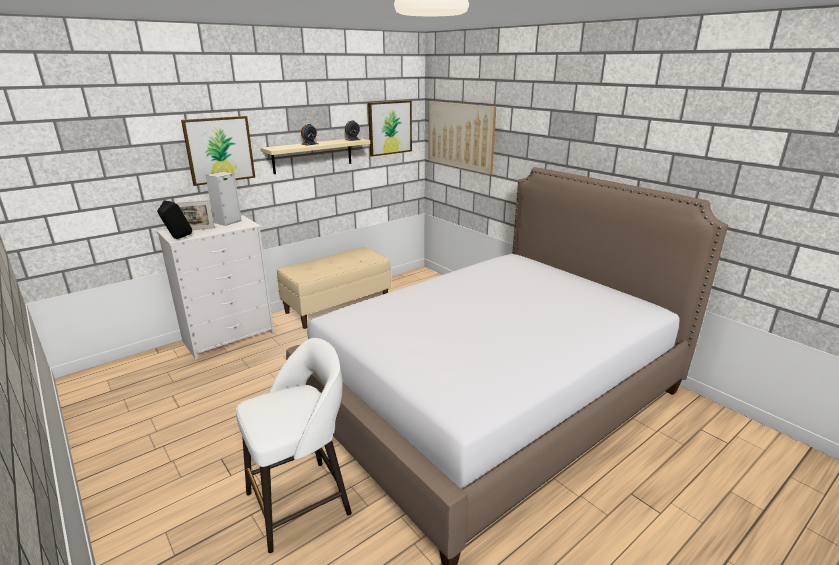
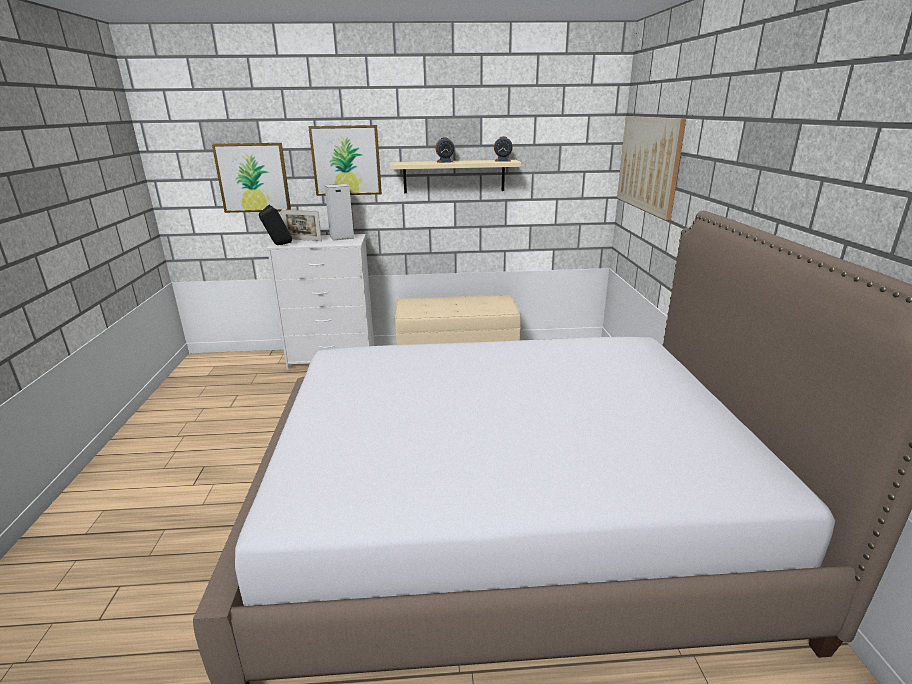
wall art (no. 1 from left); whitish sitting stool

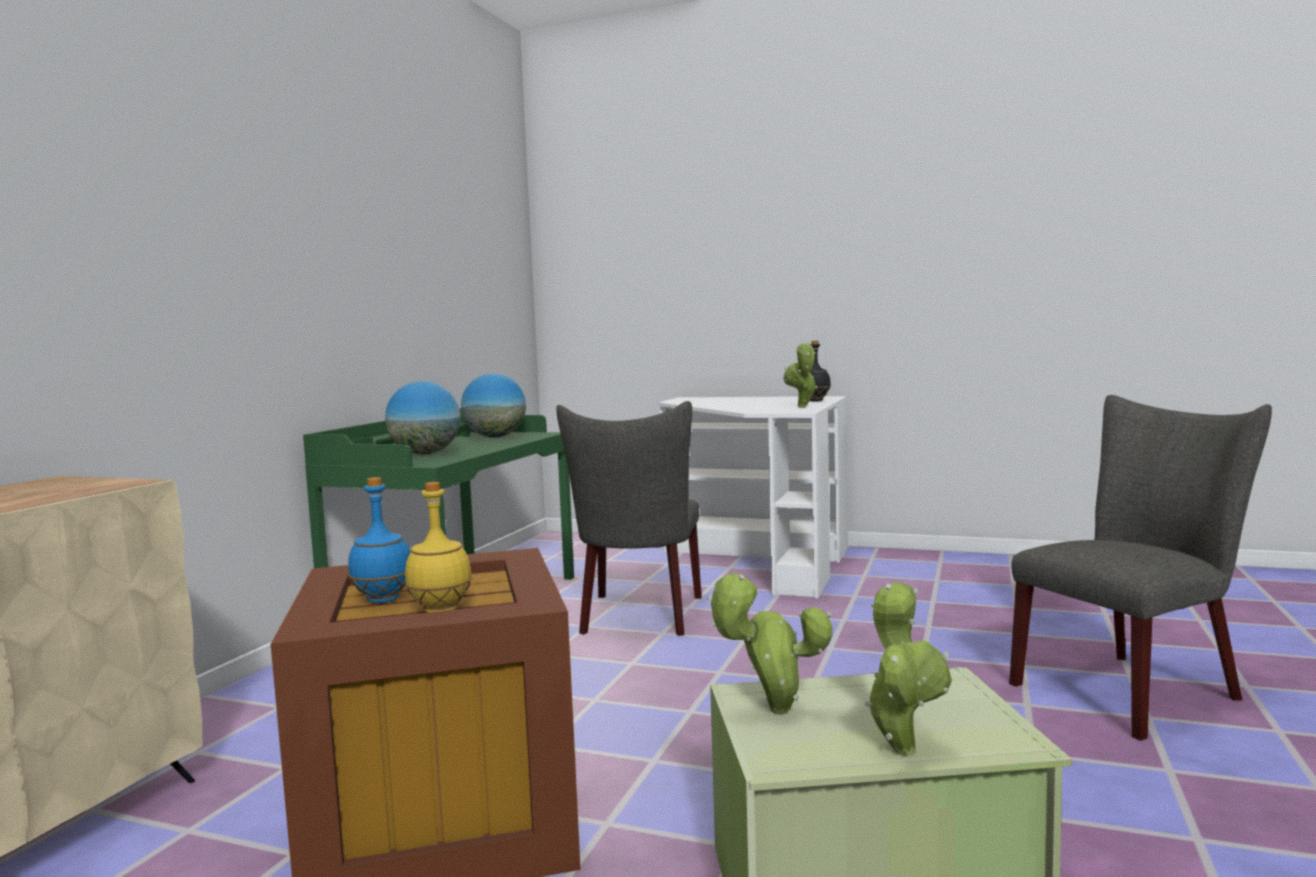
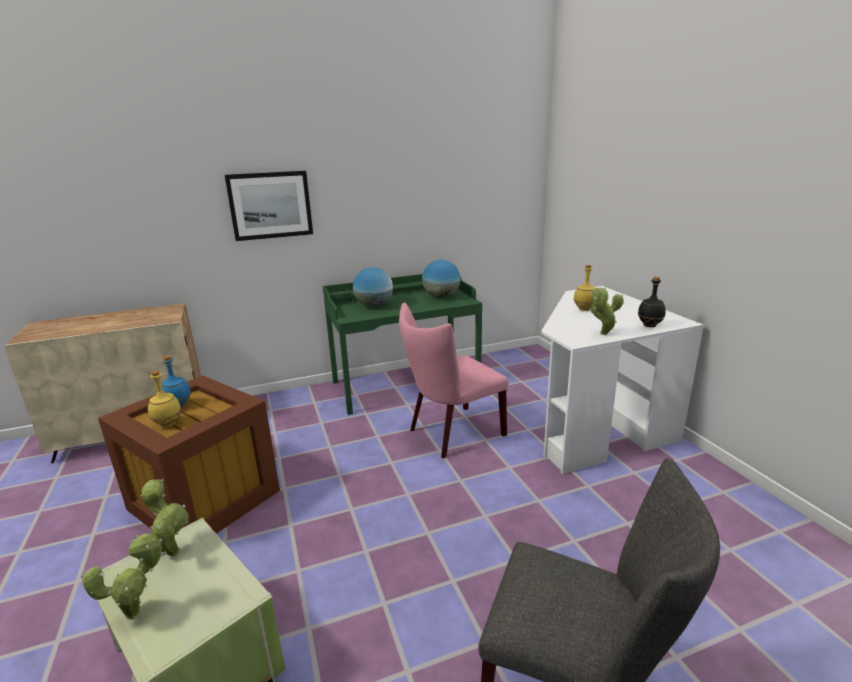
wall art; pinkish upright chair; yellowish drink bottle (no. 2 from left)

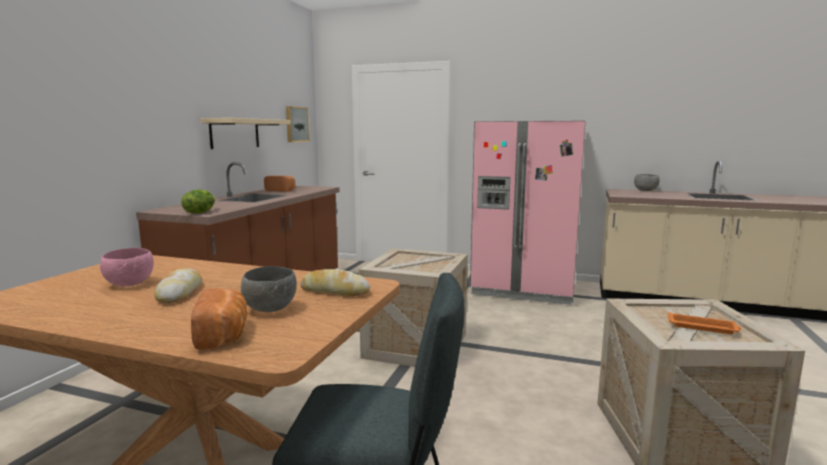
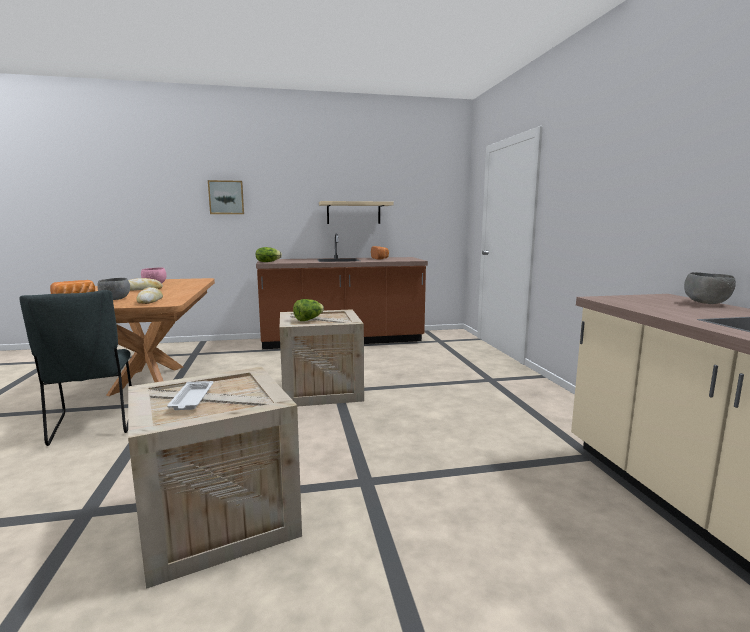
whitish carrying tray; wall art; head of lettuce (no. 2 from left); pinkish kitchen fridge

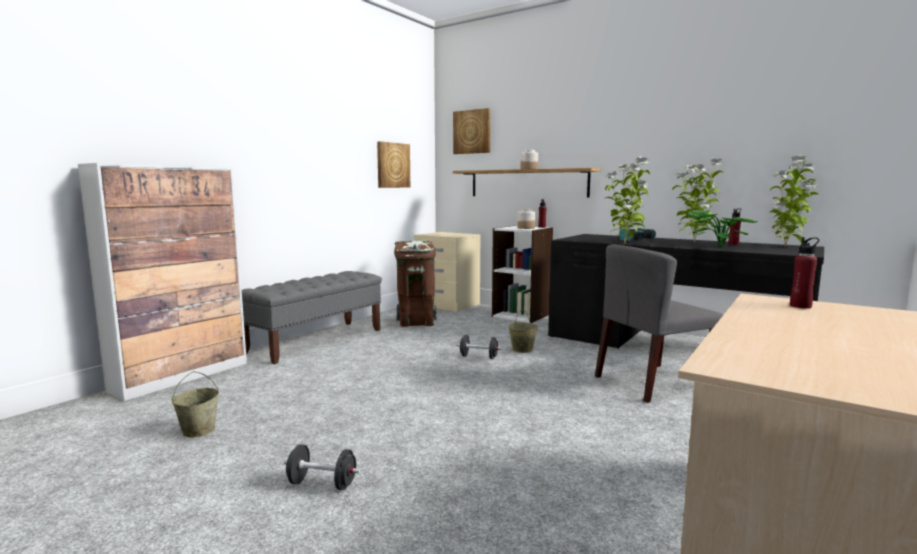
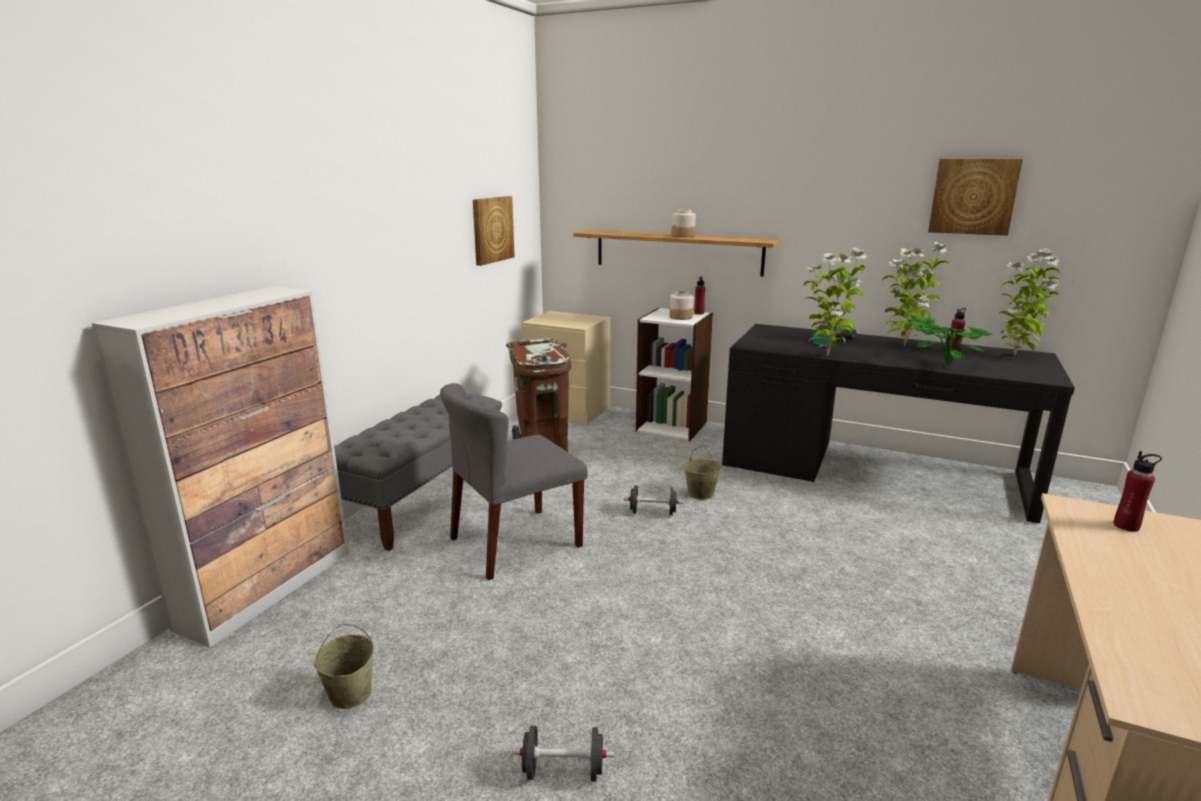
grey upright chair; wall art (no. 2 from left)

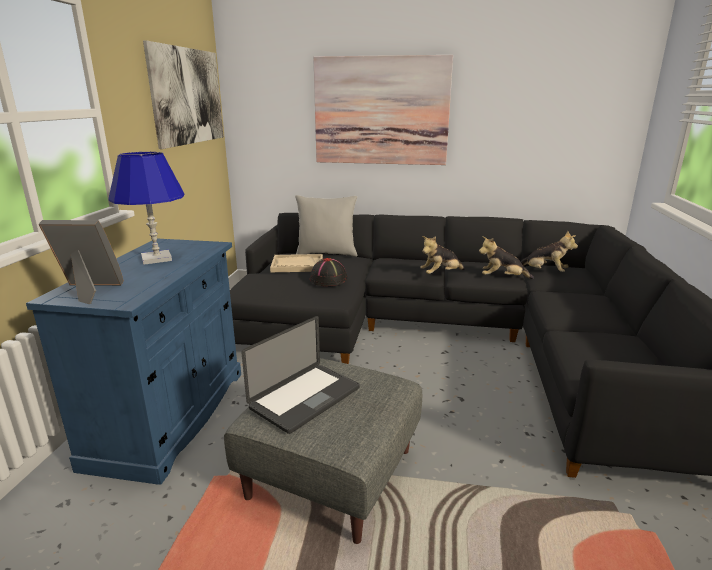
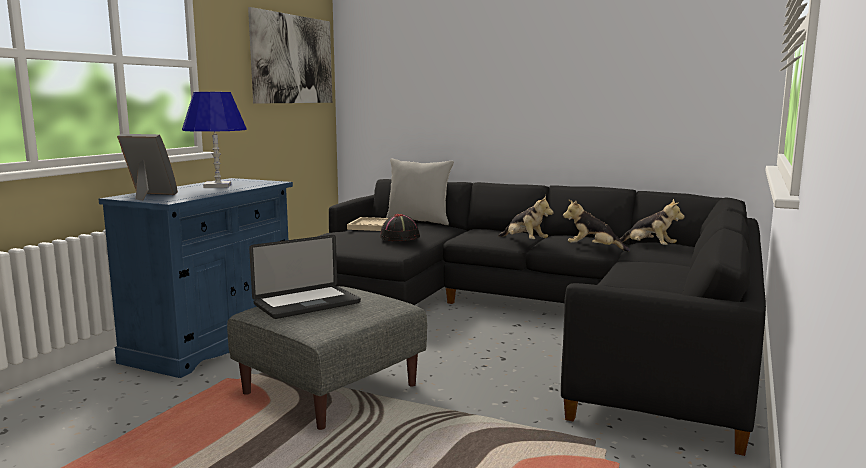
plush toy (no. 1 from left); wall art (no. 2 from left in the first image)

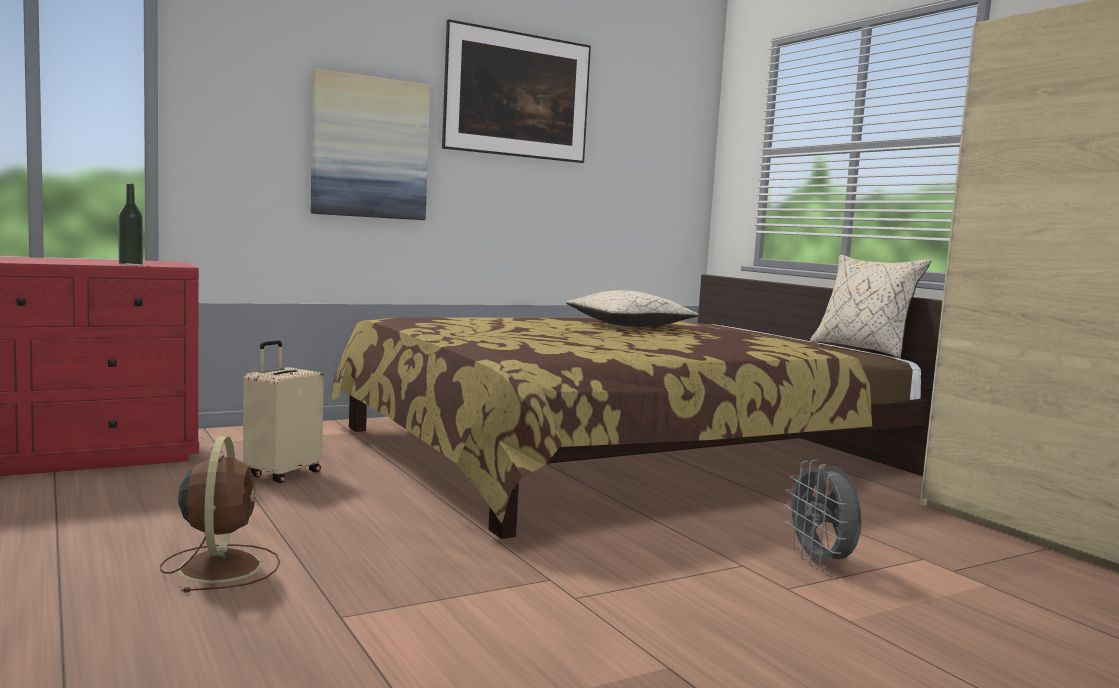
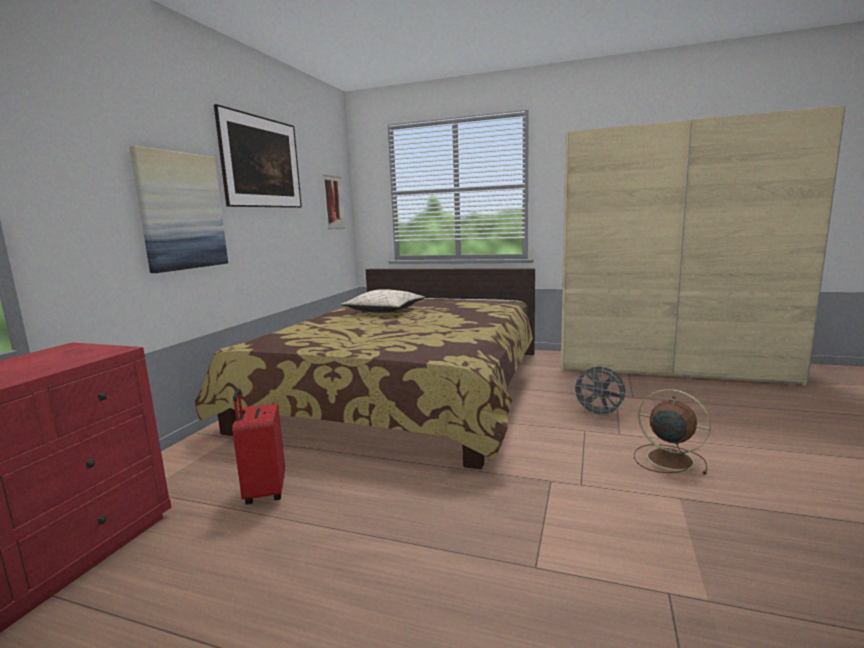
reddish travel case; wall art (no. 3 from left); brown cooling fan; drink bottle; beige cushion (no. 2 from left in the first image)

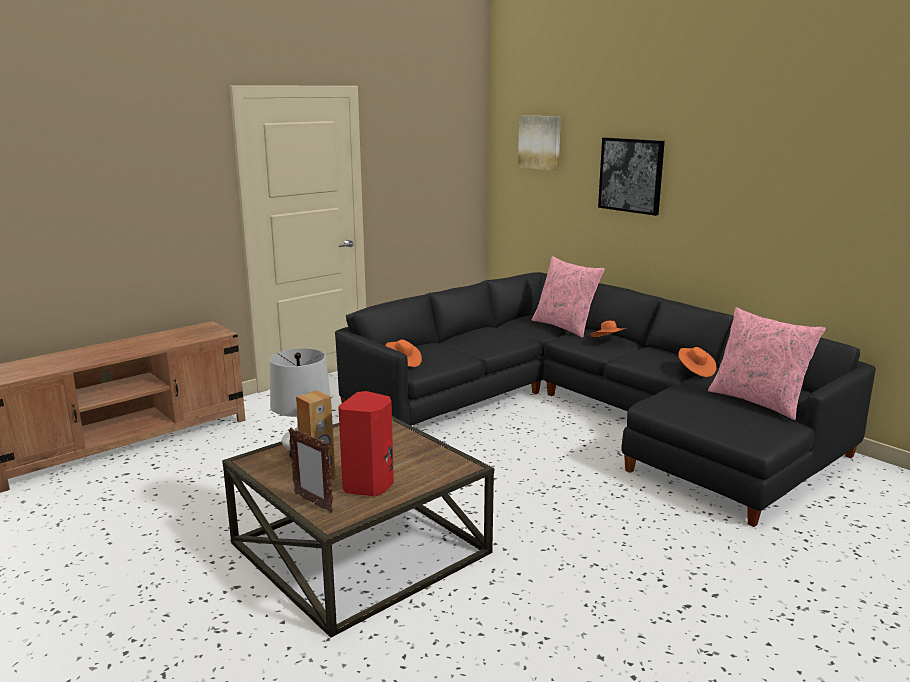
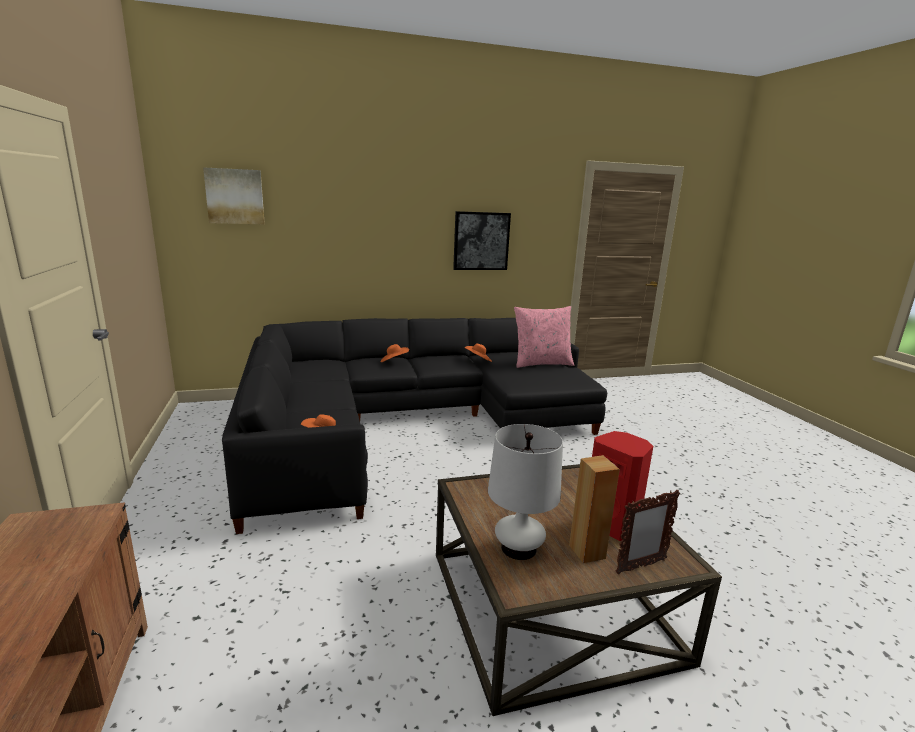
wall art (no. 2 from left); pinkish cushion (no. 1 from left in the first image)

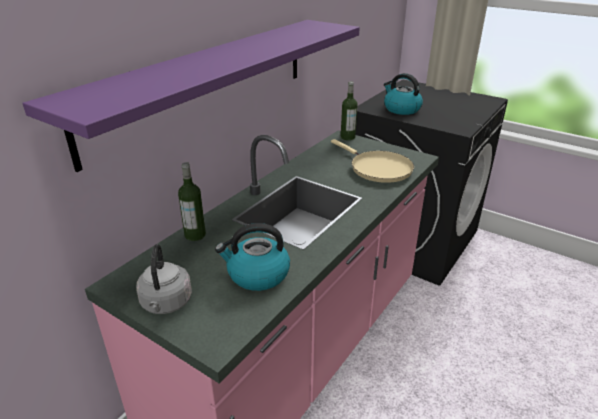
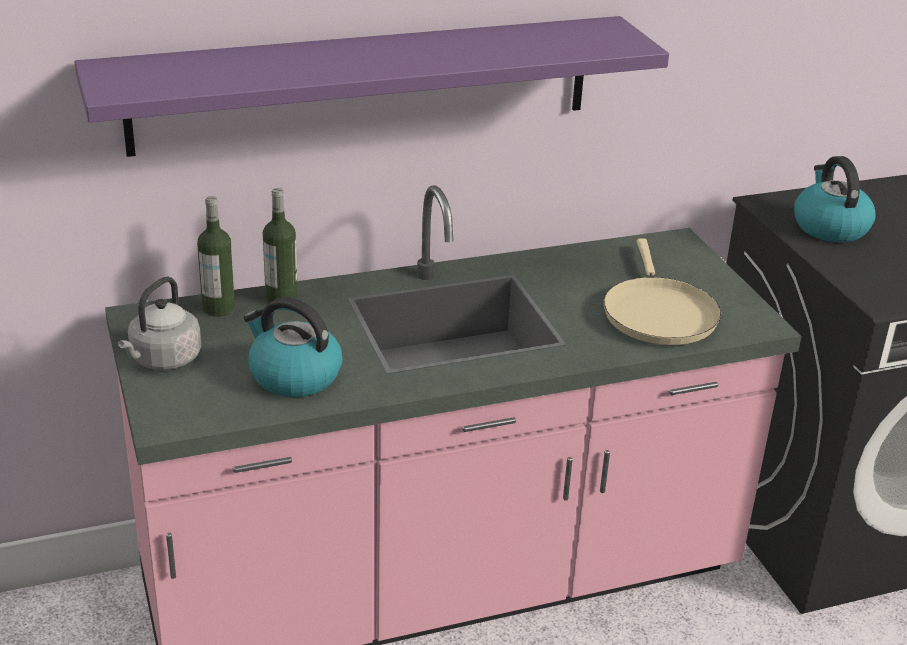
drink bottle (no. 1 from left)

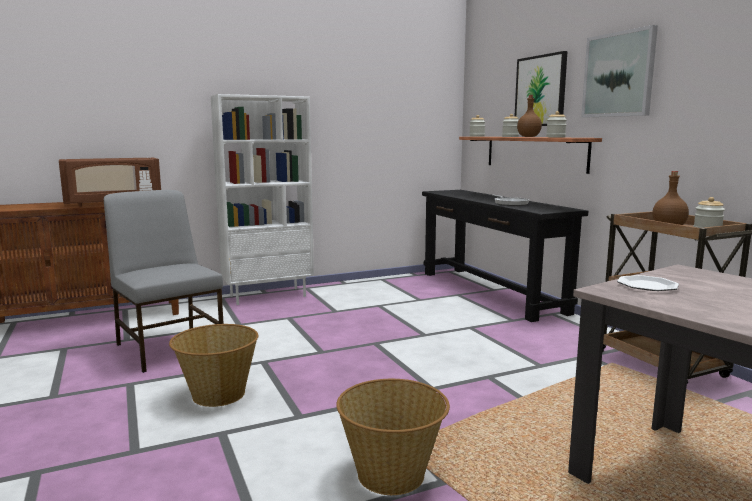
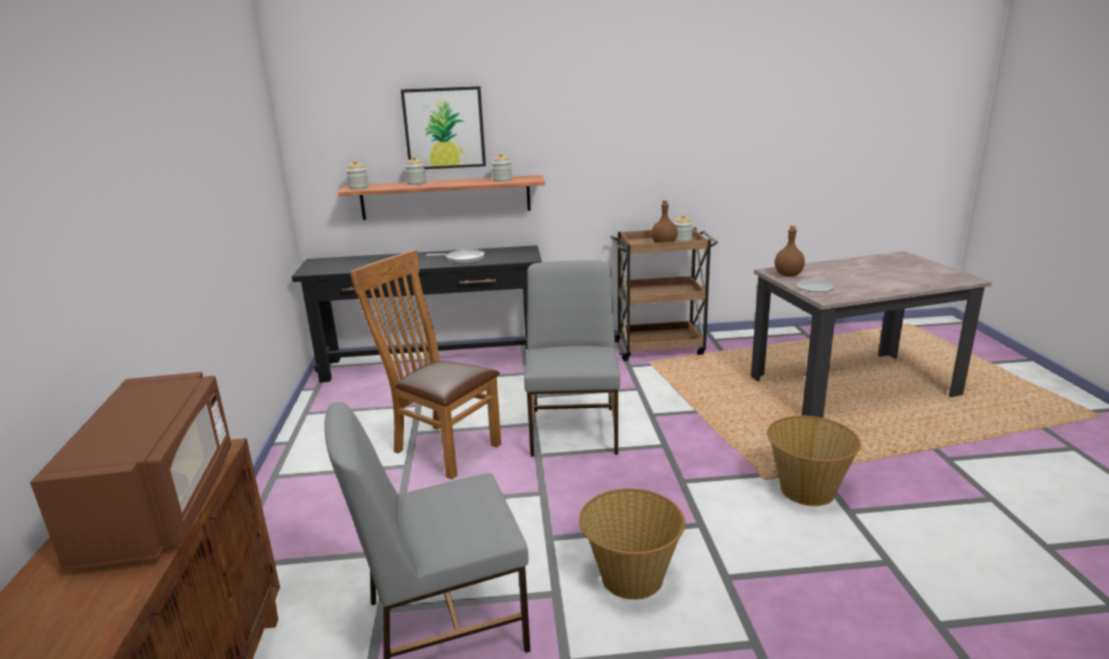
brown upright chair; grey upright chair (no. 2 from left); brown drink bottle (no. 2 from left); whitish bookshelf; wall art (no. 2 from left in the first image)

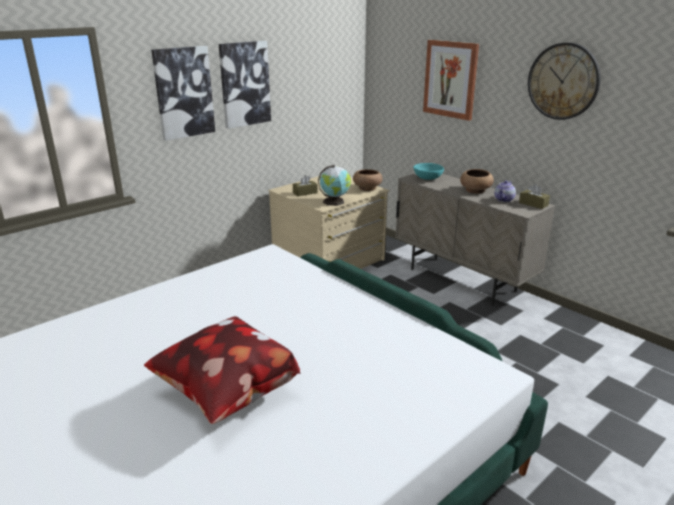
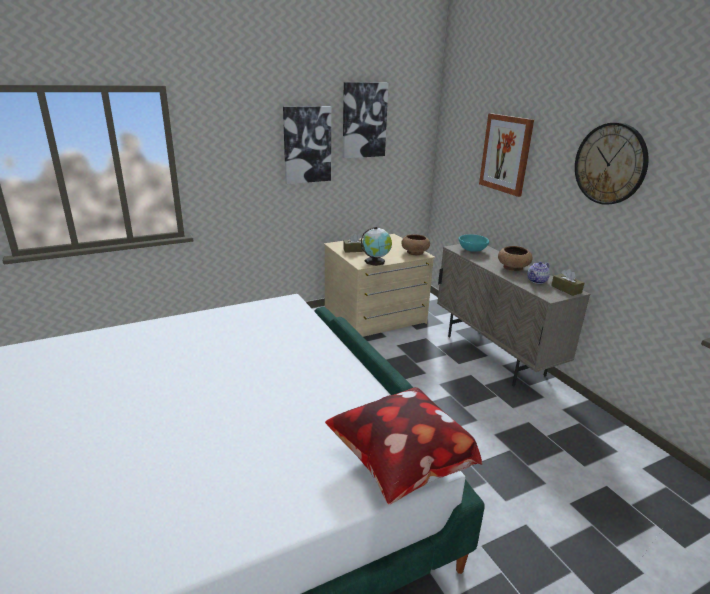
cushion; wall art (no. 2 from left)

